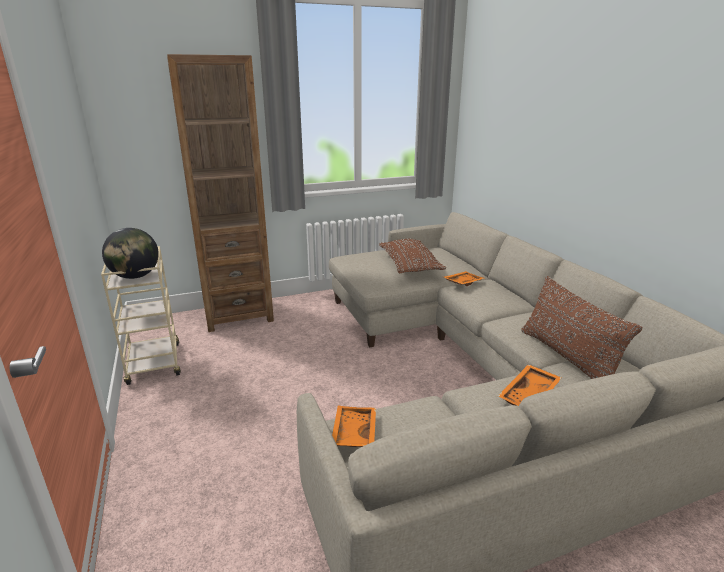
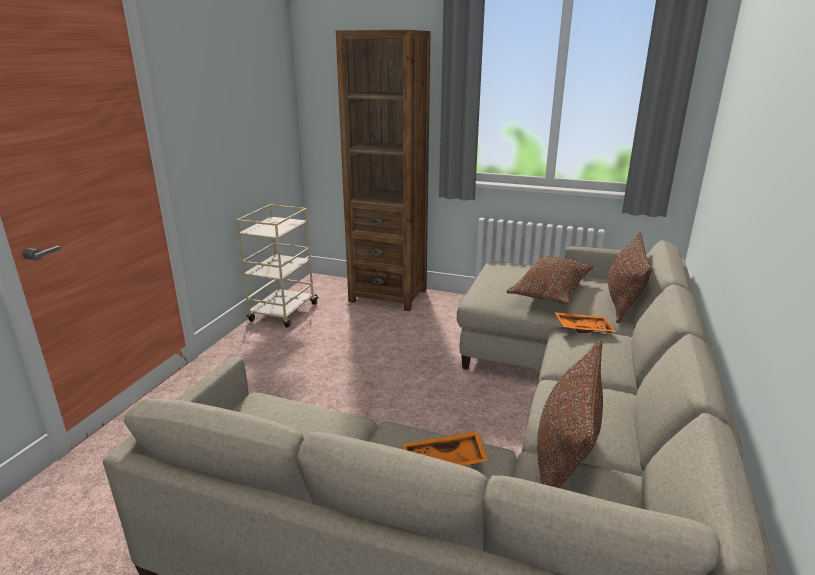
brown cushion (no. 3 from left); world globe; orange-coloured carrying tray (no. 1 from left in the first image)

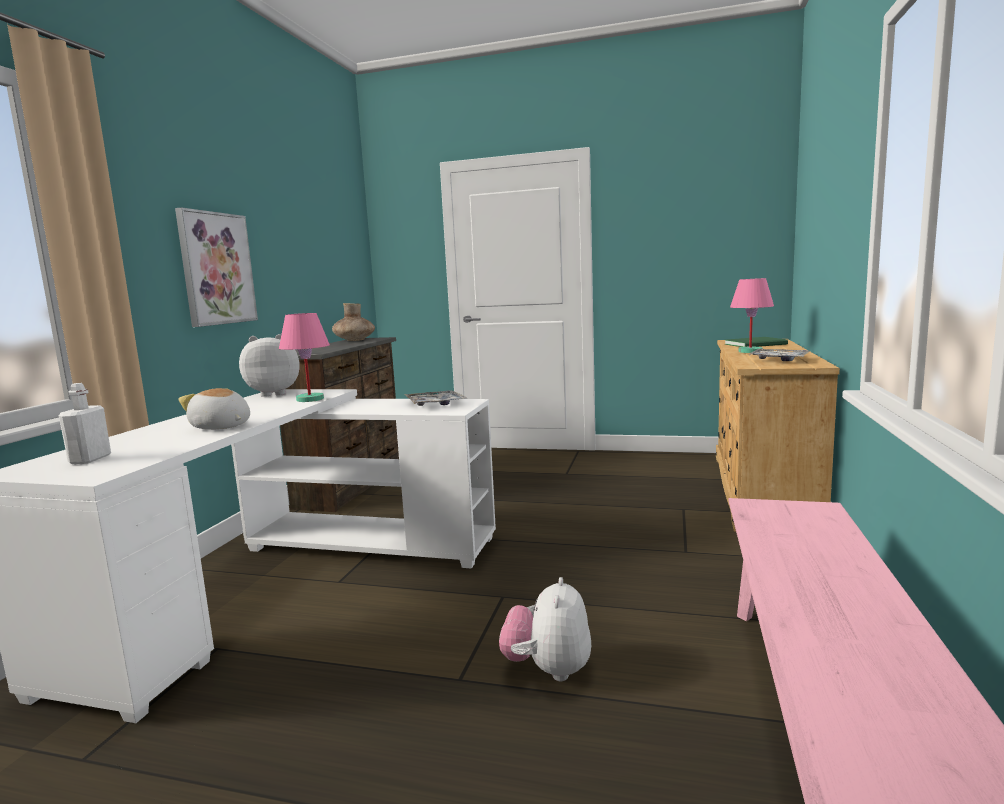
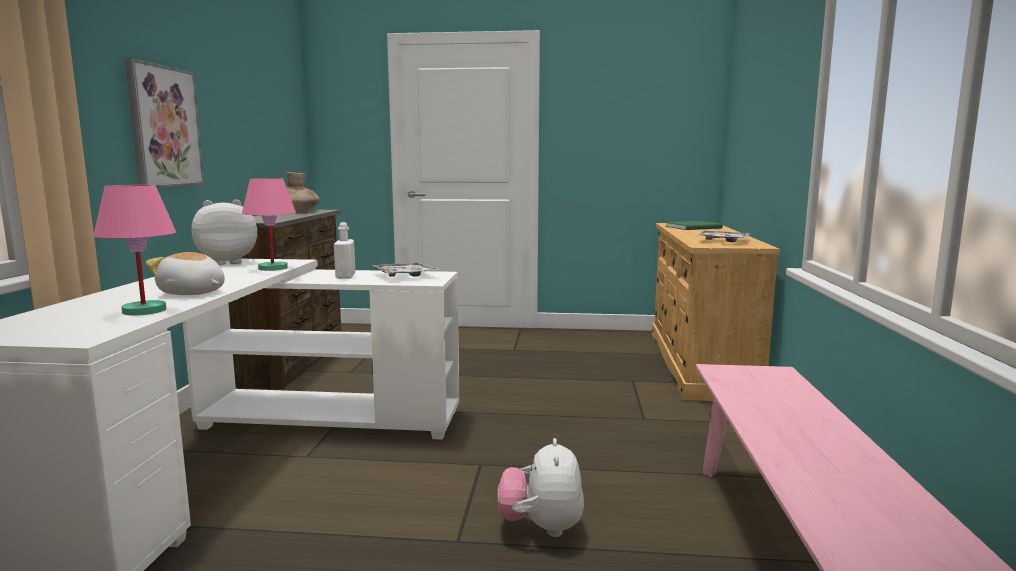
pinkish lamp for a table (no. 1 from left); whitish drink bottle

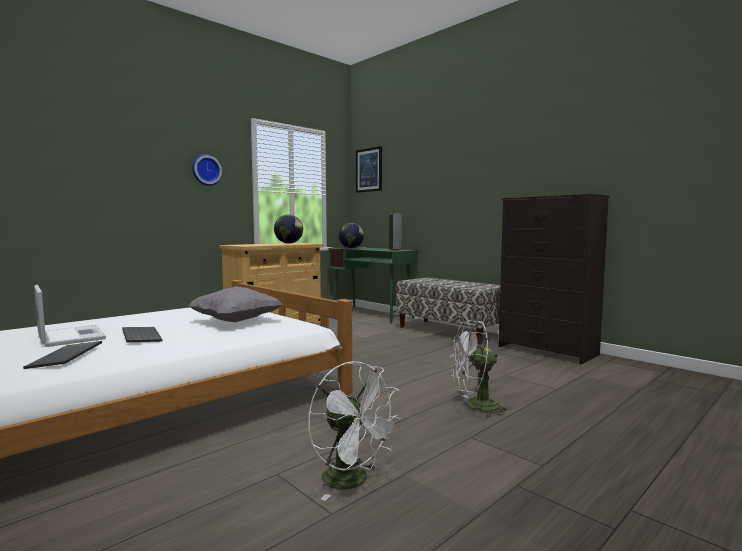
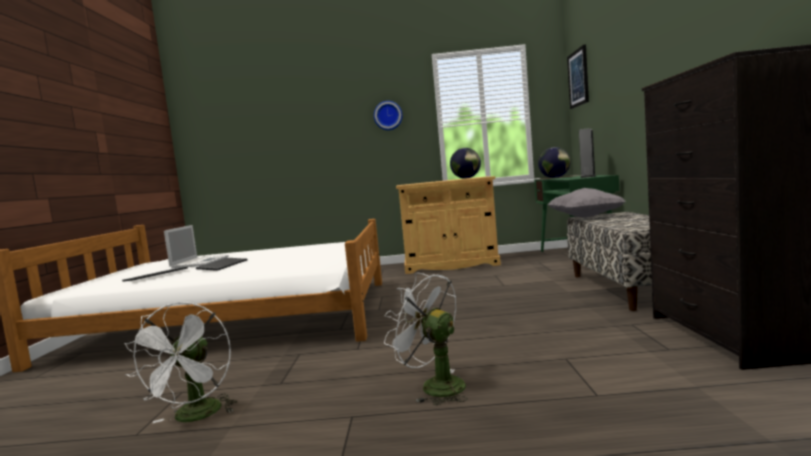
grey cushion

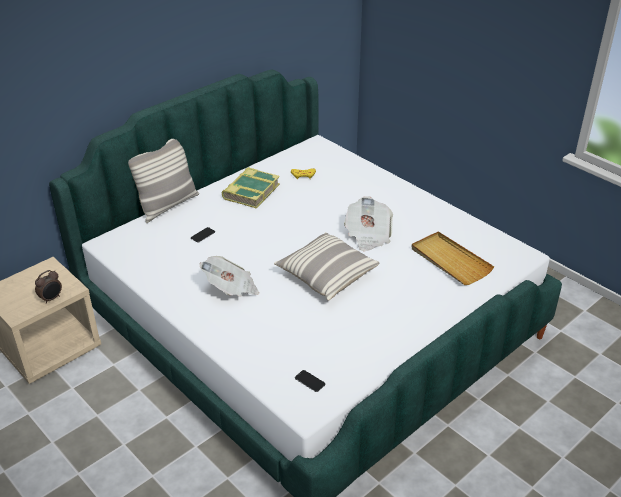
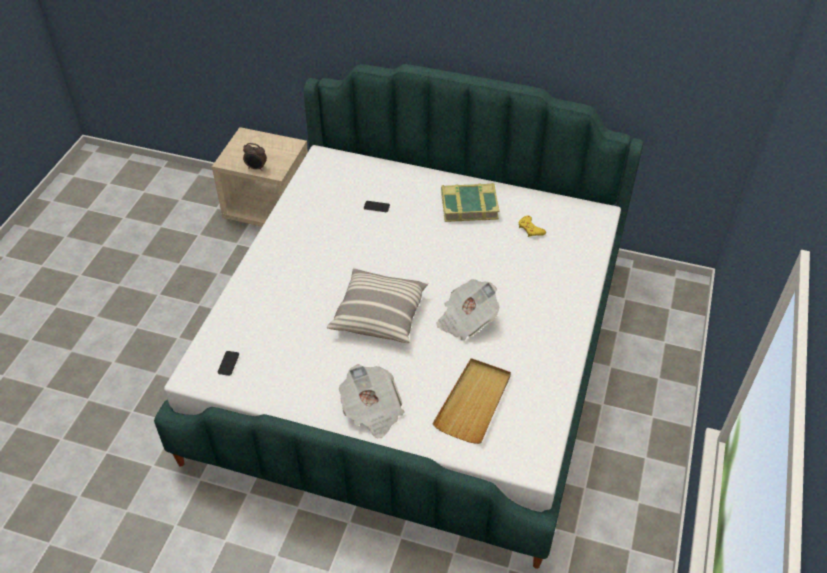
printed paper (no. 1 from left); cushion (no. 1 from left in the first image)

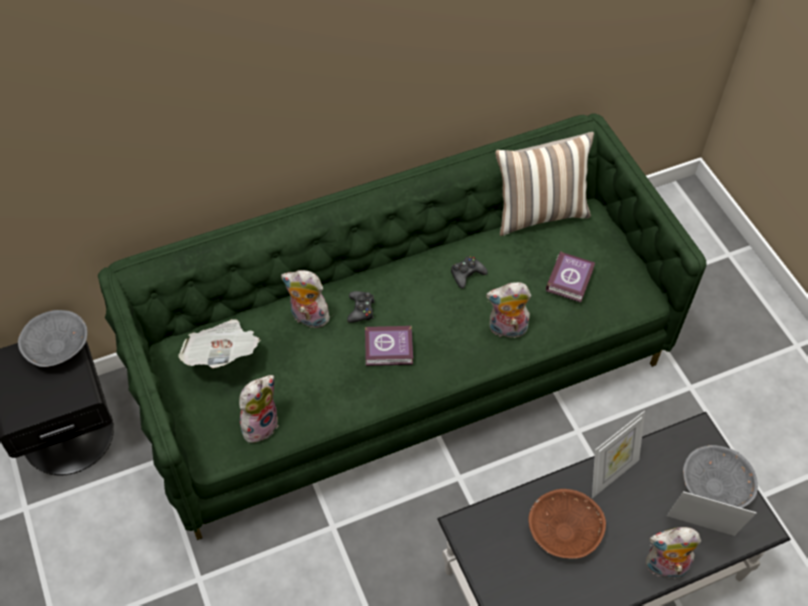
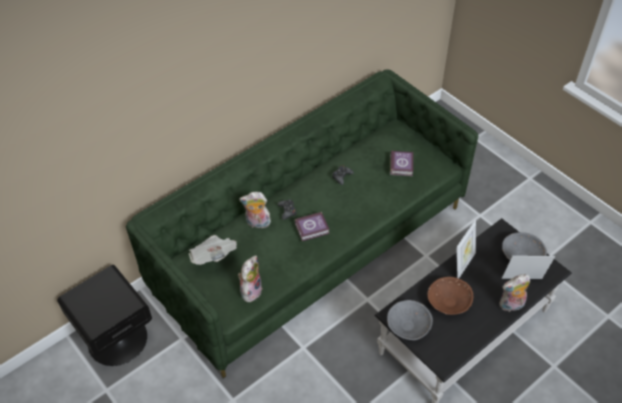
grey deep dish (no. 1 from left); plush toy (no. 3 from left in the first image); cushion

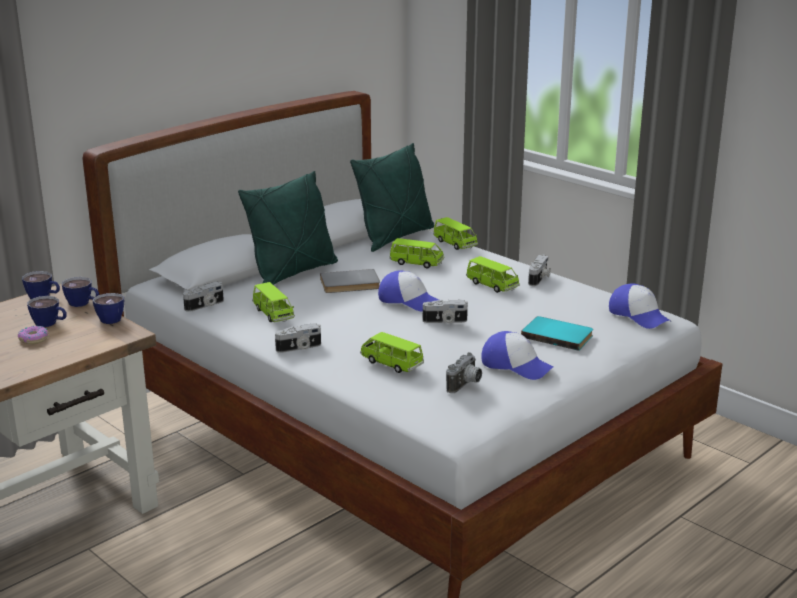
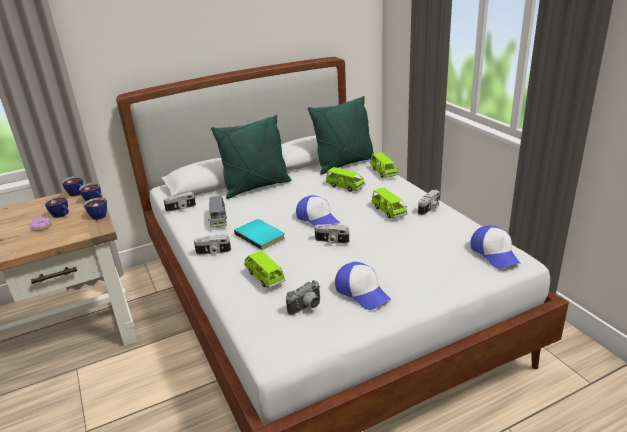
grey model car; turquoise book; grey book

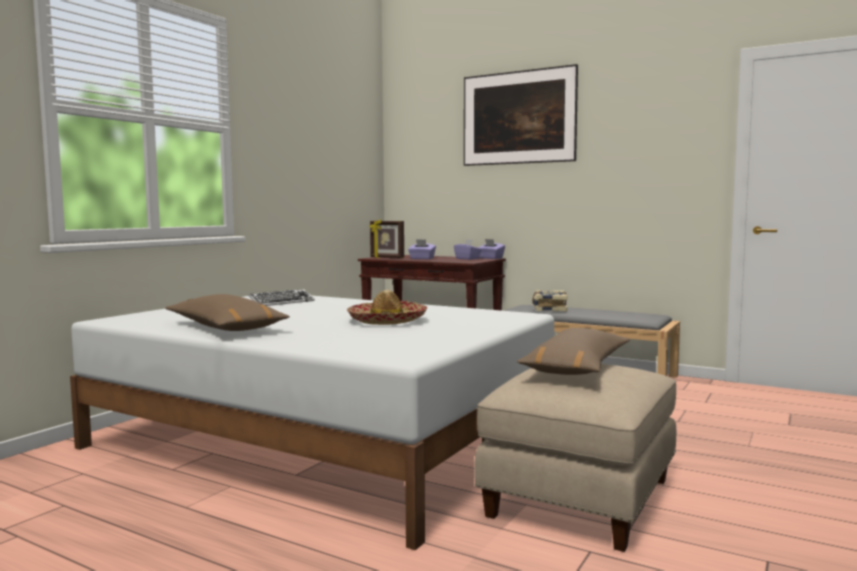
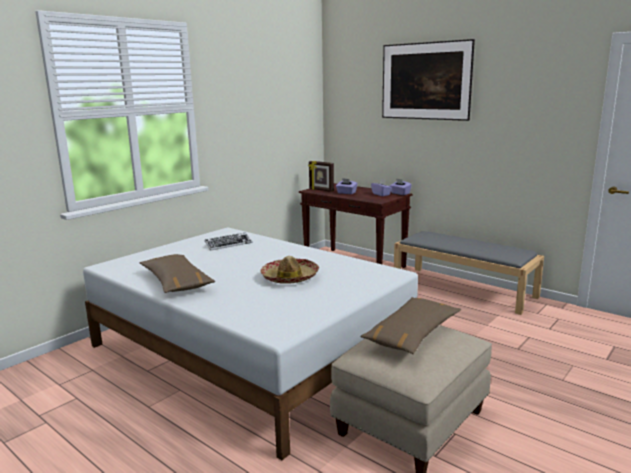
book

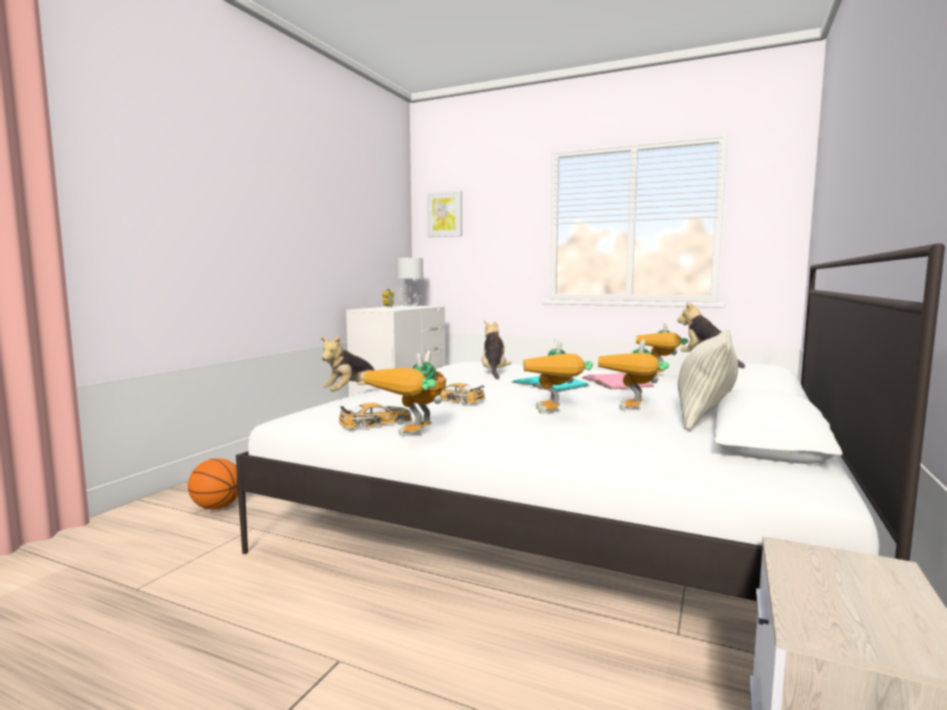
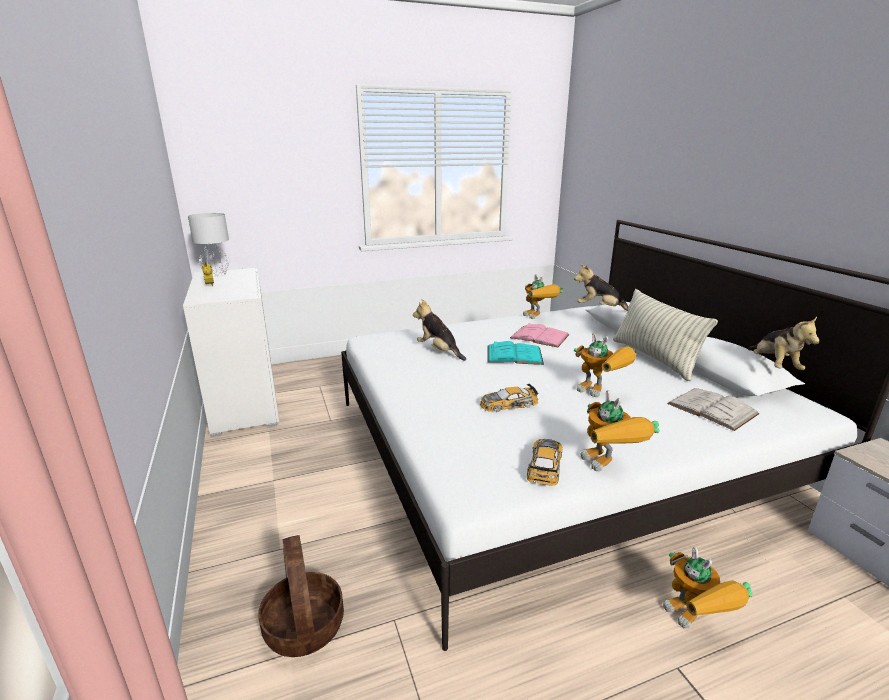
basket; robot figure (no. 4 from left); whitish book; plush toy (no. 3 from left); wall art

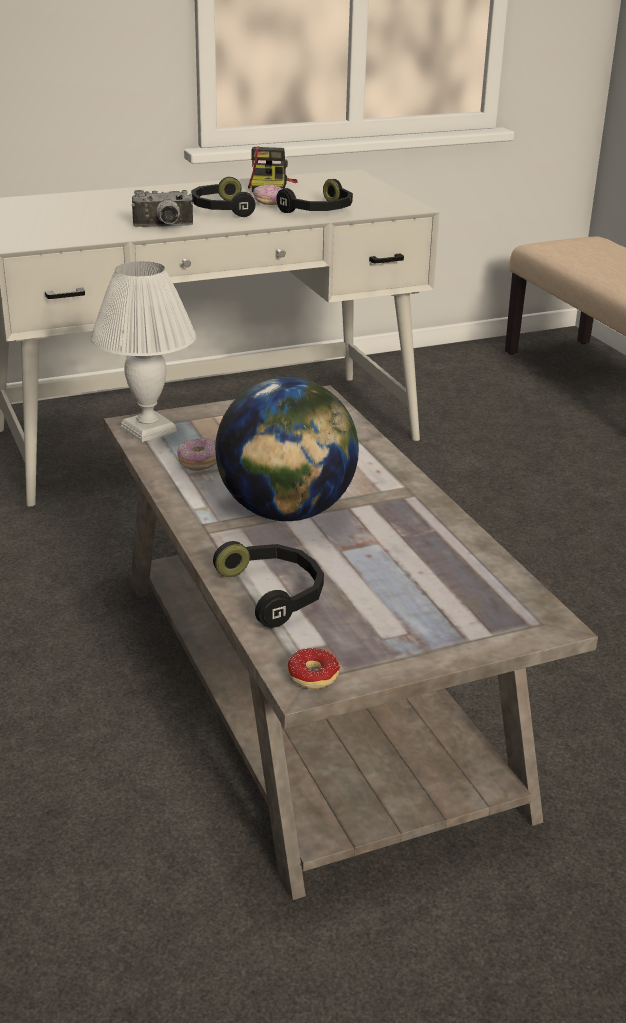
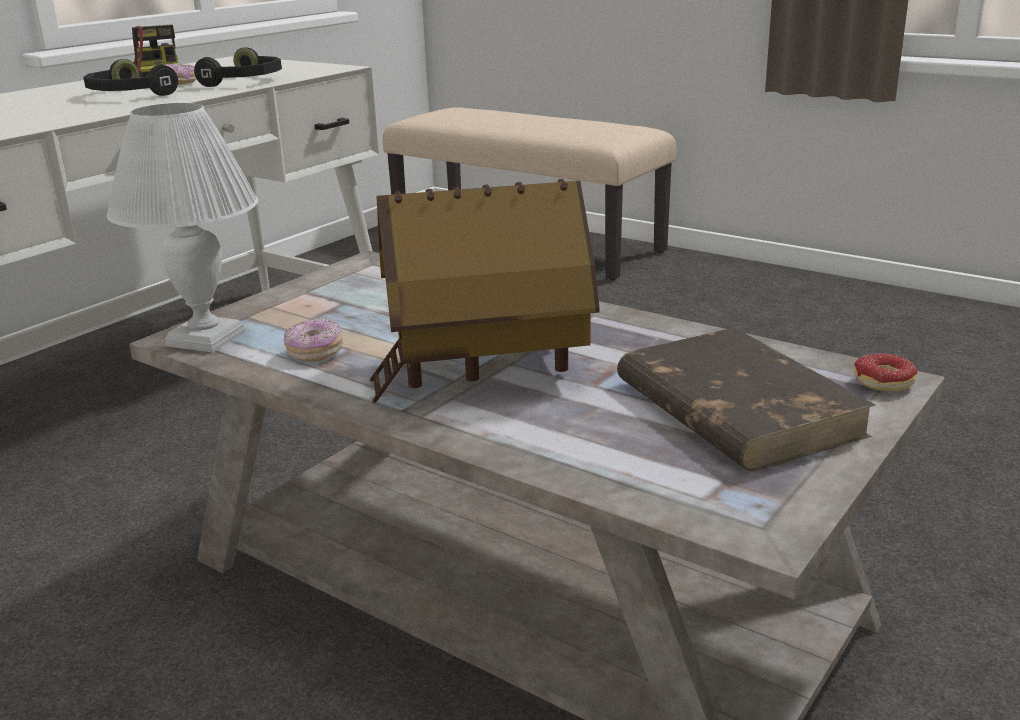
model house; brown book; doughnut (no. 3 from left); still camera (no. 1 from left in the first image); blackish headphones (no. 2 from left in the first image)

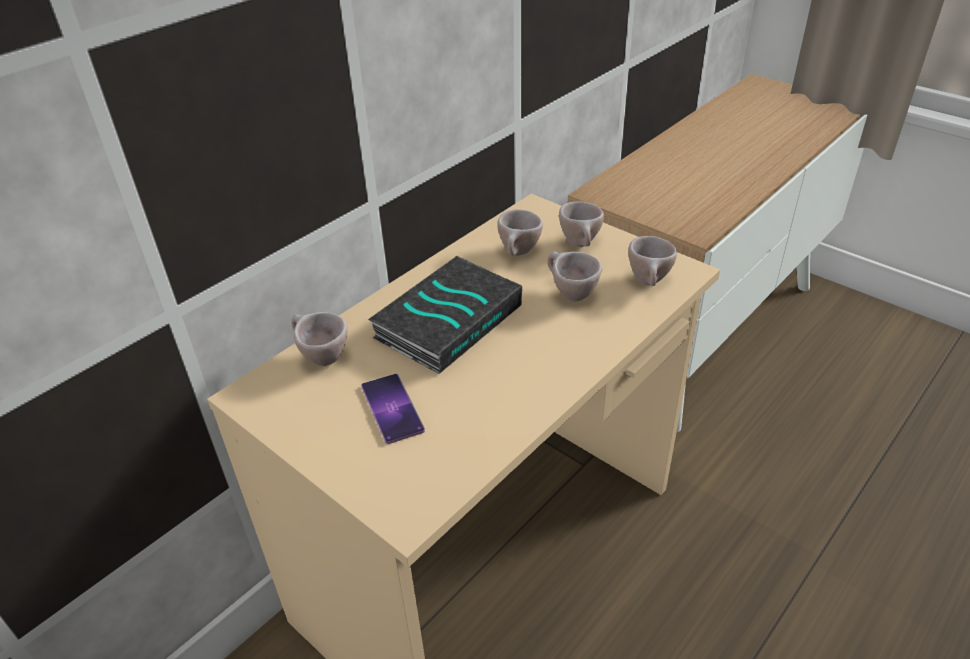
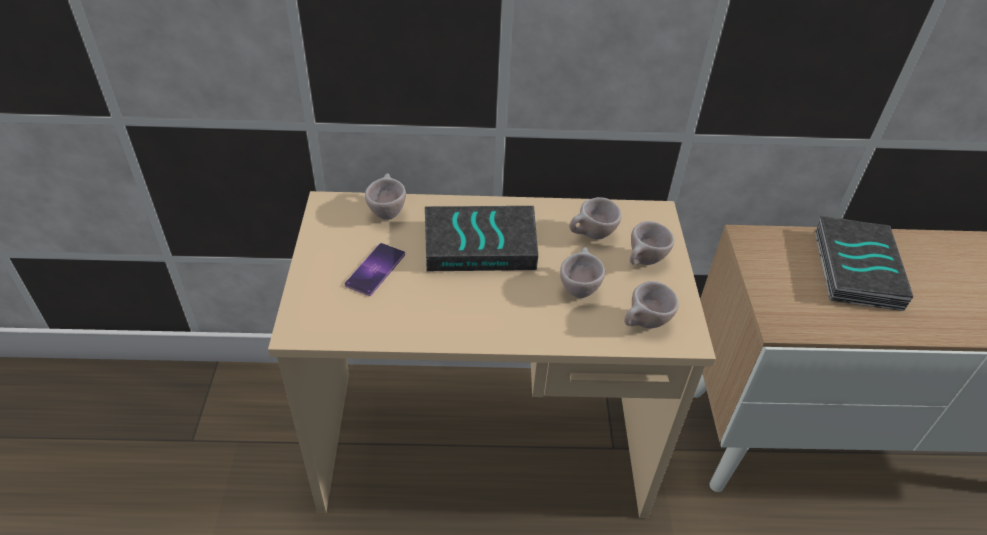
book (no. 2 from left)

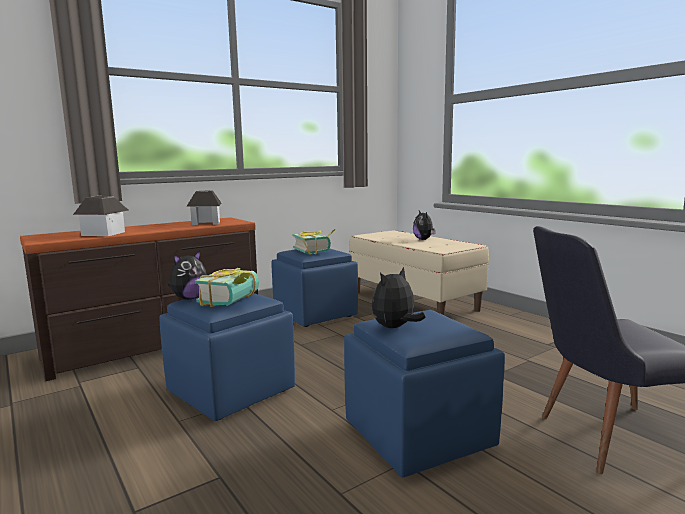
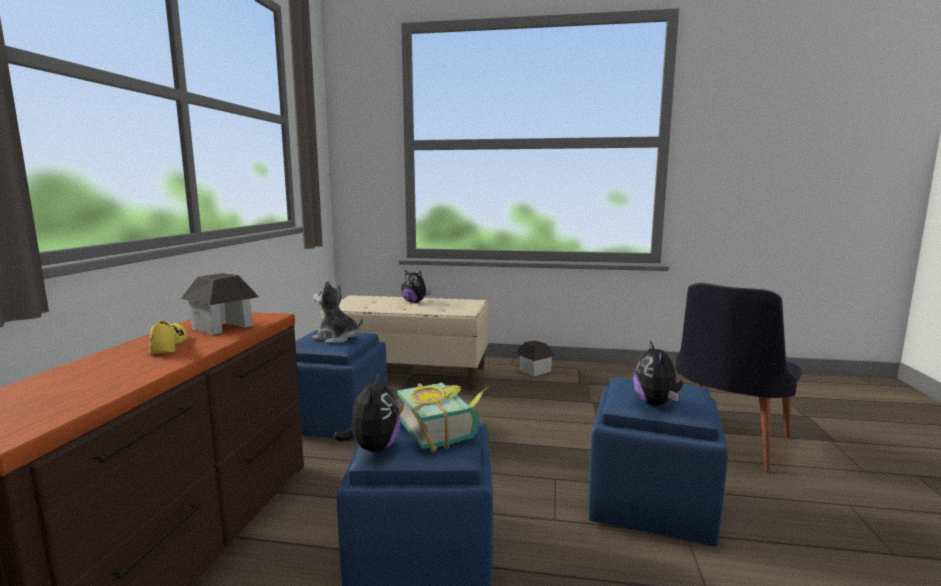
yellowish shoe; plush toy (no. 1 from left); model house (no. 2 from left)

